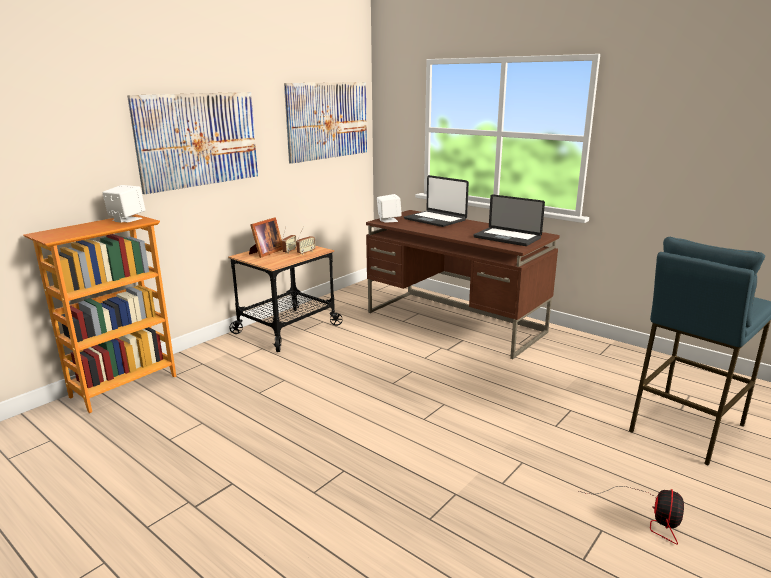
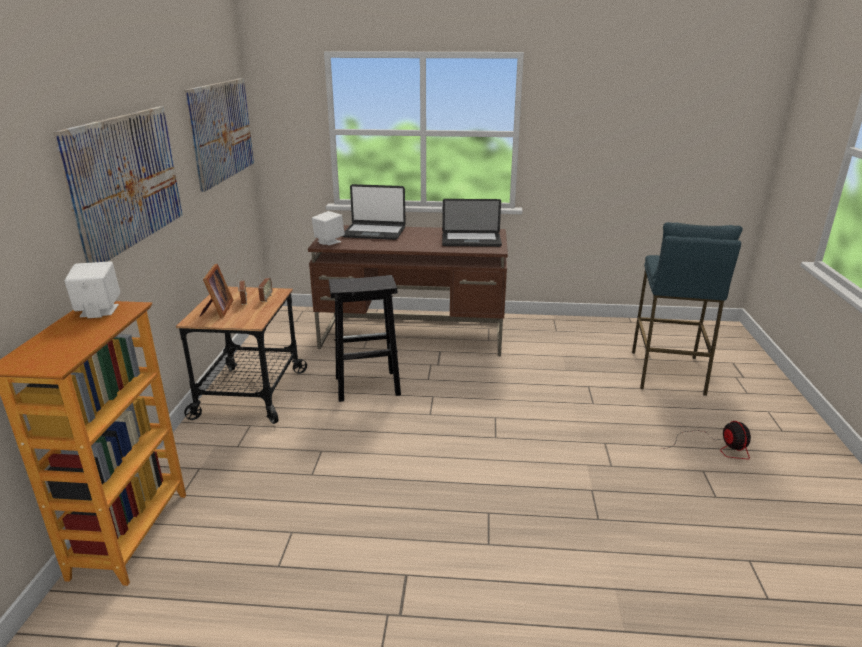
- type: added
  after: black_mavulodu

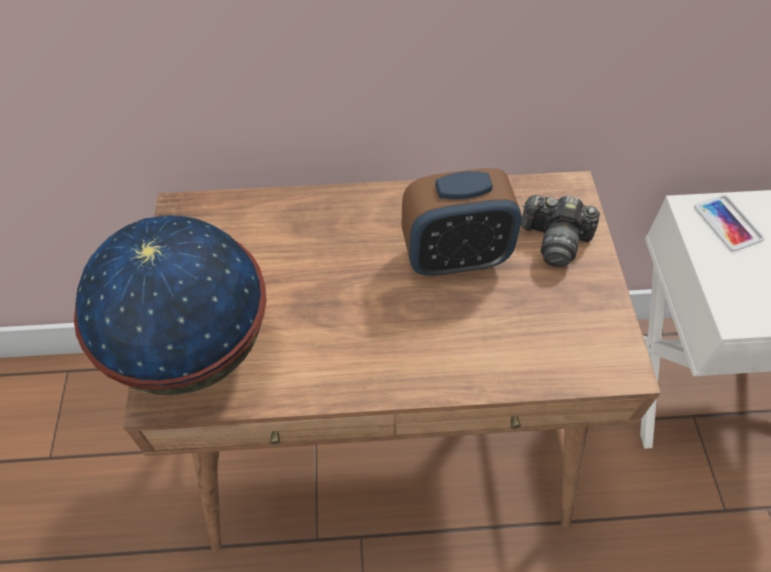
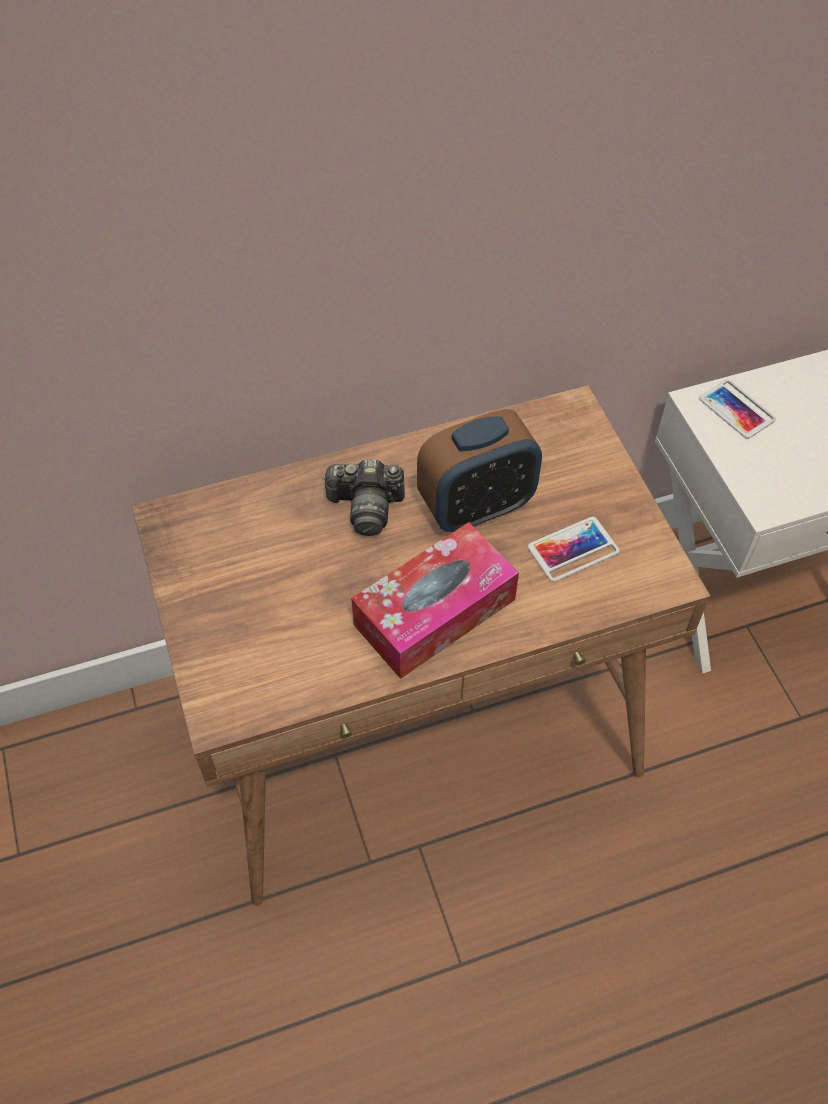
- type: moved
  before: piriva
- type: removed
  before: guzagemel
- type: added
  after: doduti (1st from left)
- type: added
  after: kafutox

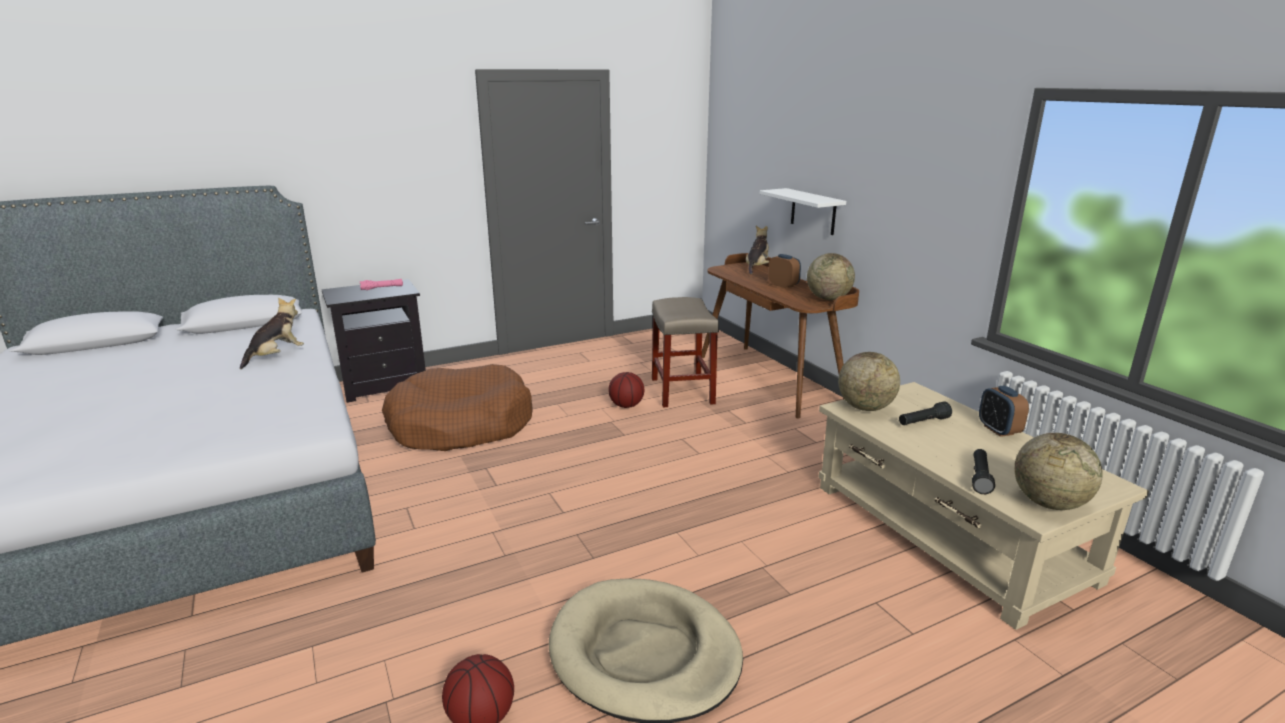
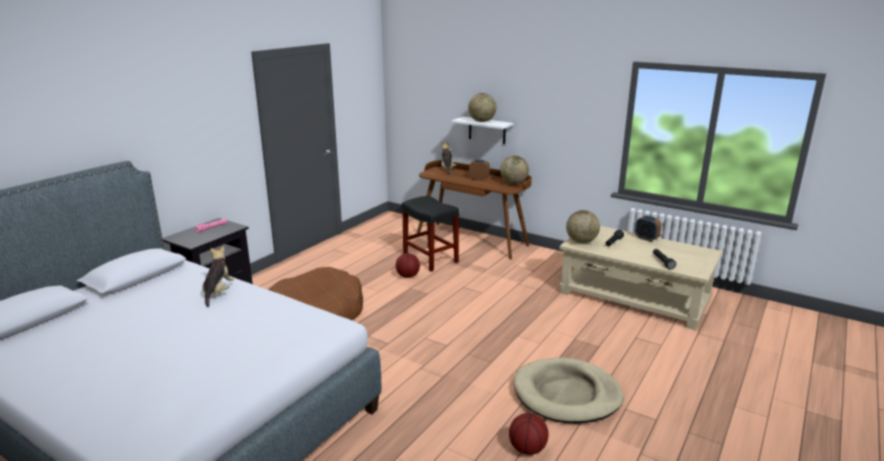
- type: recoloured
  before: beige_mavulodu
  after: black_mavulodu
- type: moved
  before: guzagemel (3rd from left in the first image)
  after: guzagemel (1st from left)

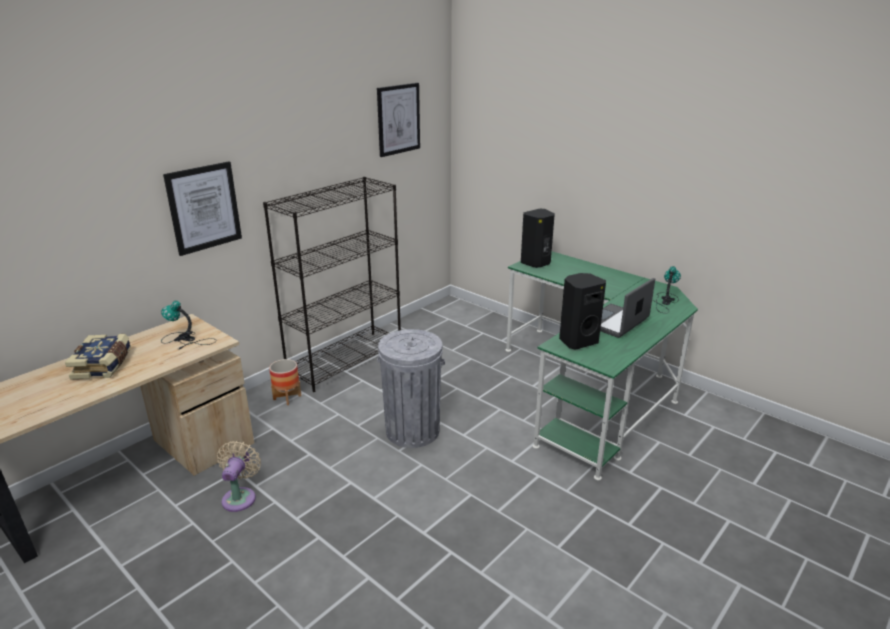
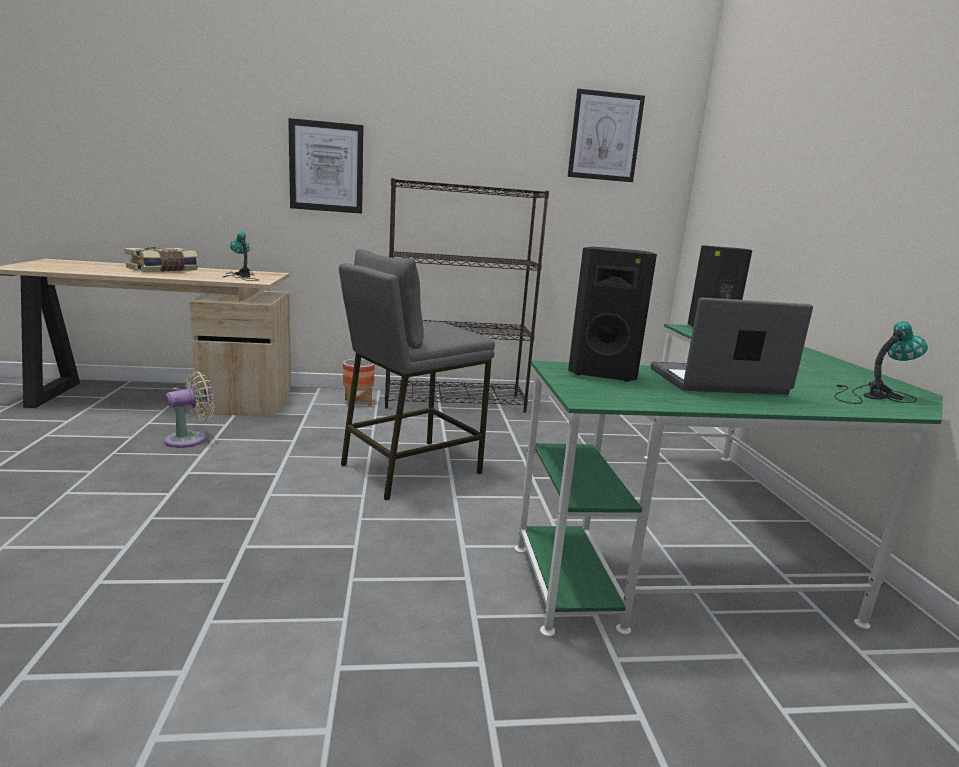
- type: replaced
  before: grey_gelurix
  after: grey_mavulodu

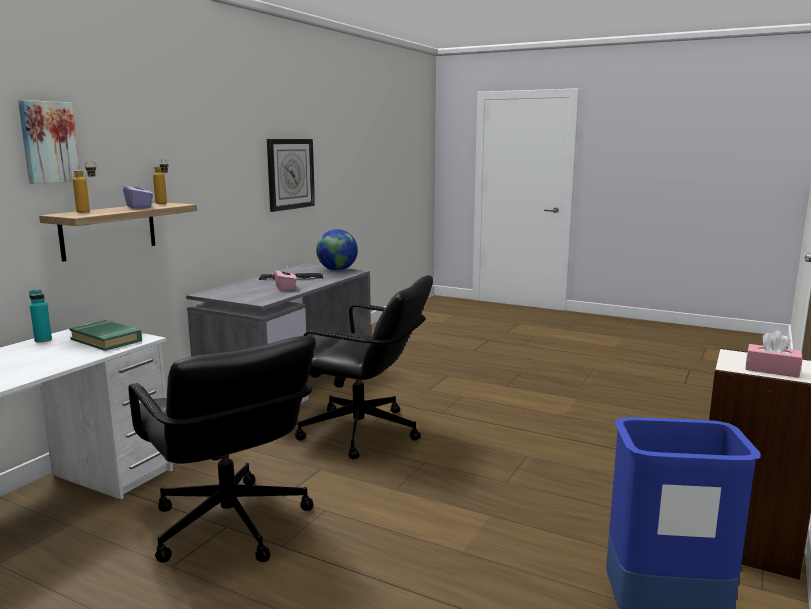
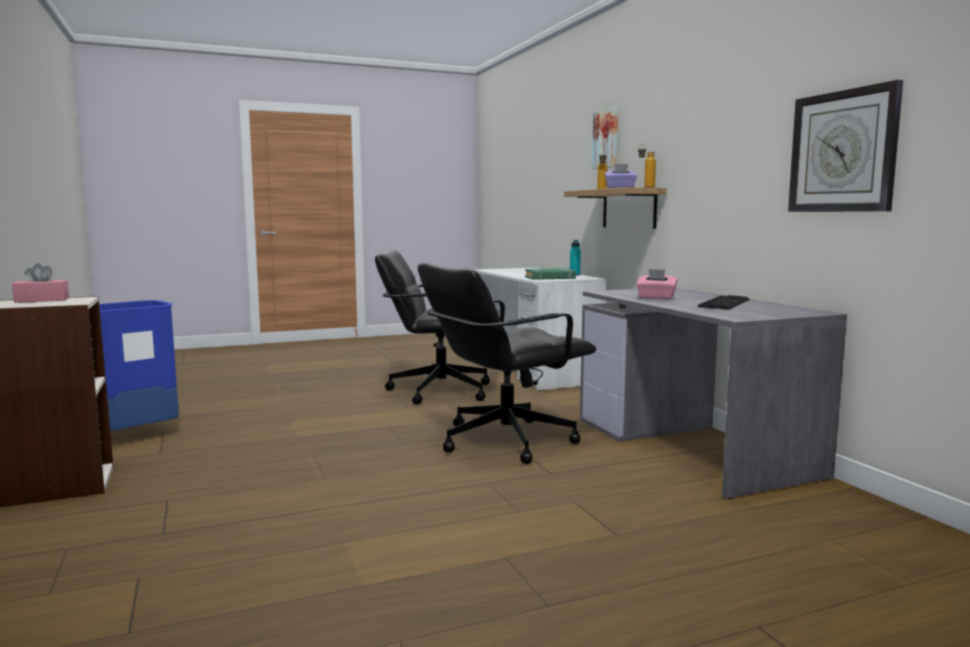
- type: removed
  before: guzagemel

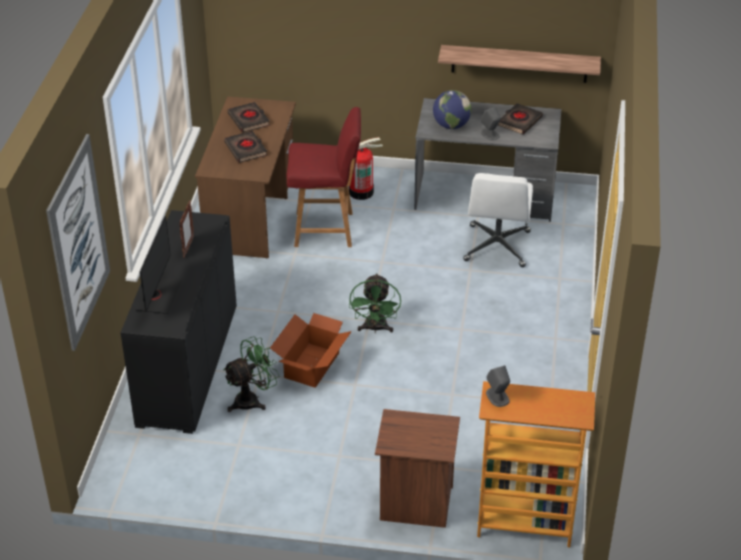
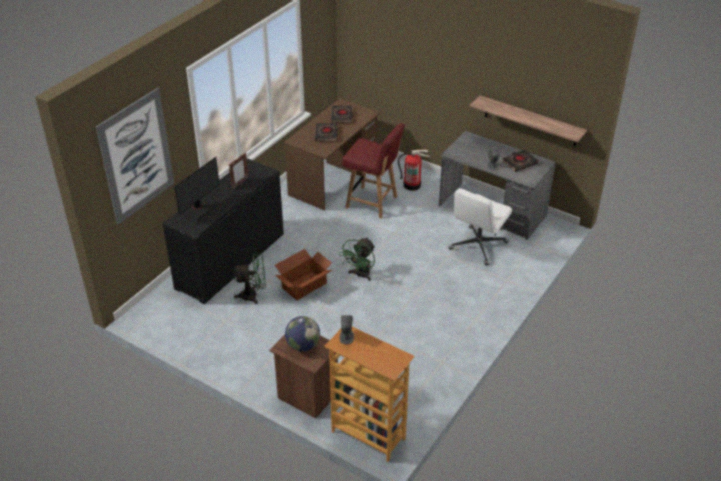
- type: moved
  before: guzagemel

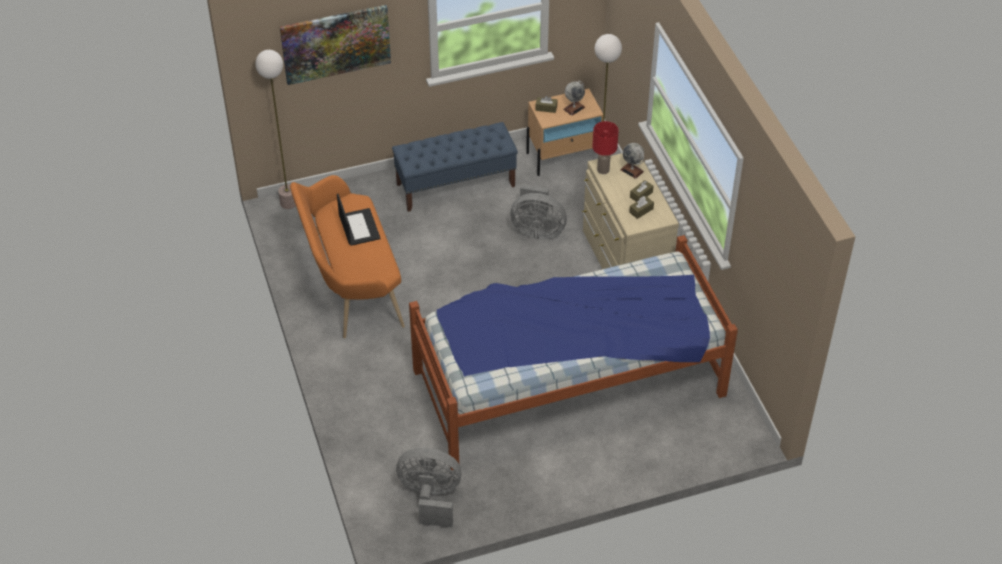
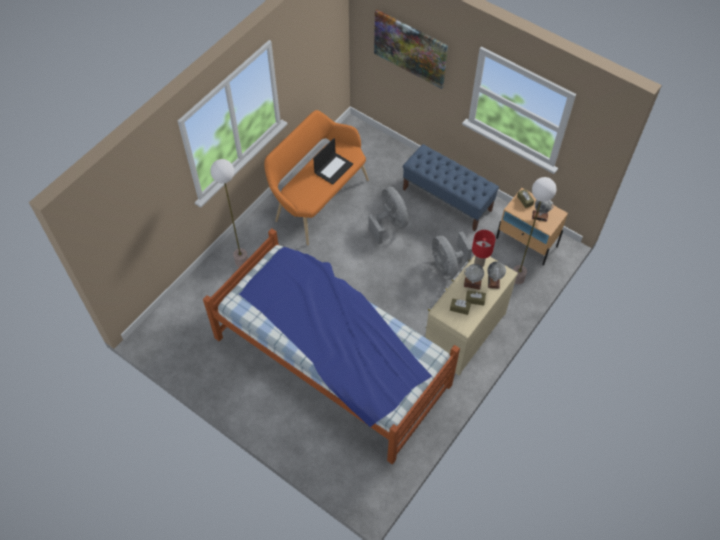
- type: moved
  before: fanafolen (1st from left)
- type: moved
  before: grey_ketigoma (1st from left)
- type: added
  after: guzagemel (1st from left)

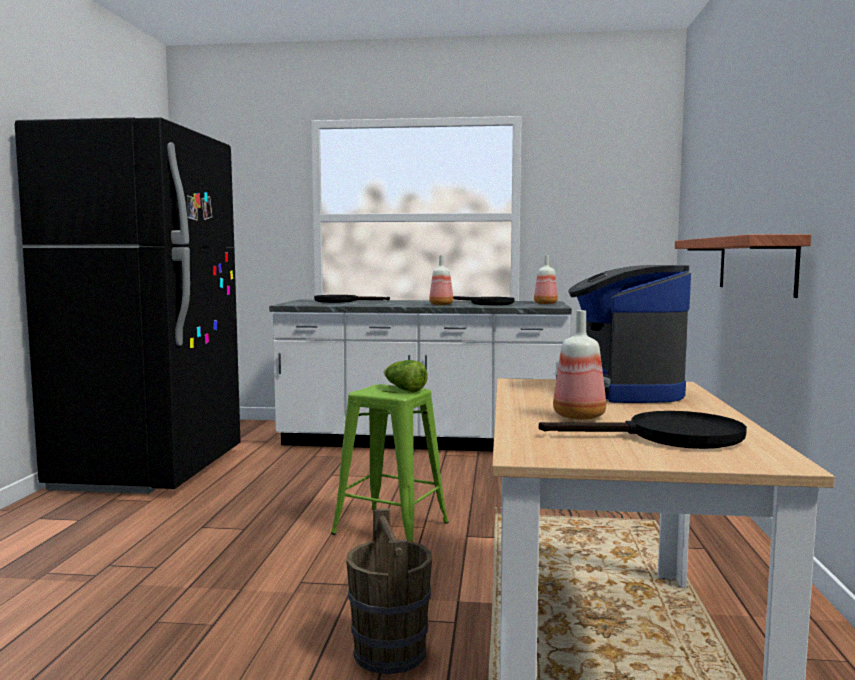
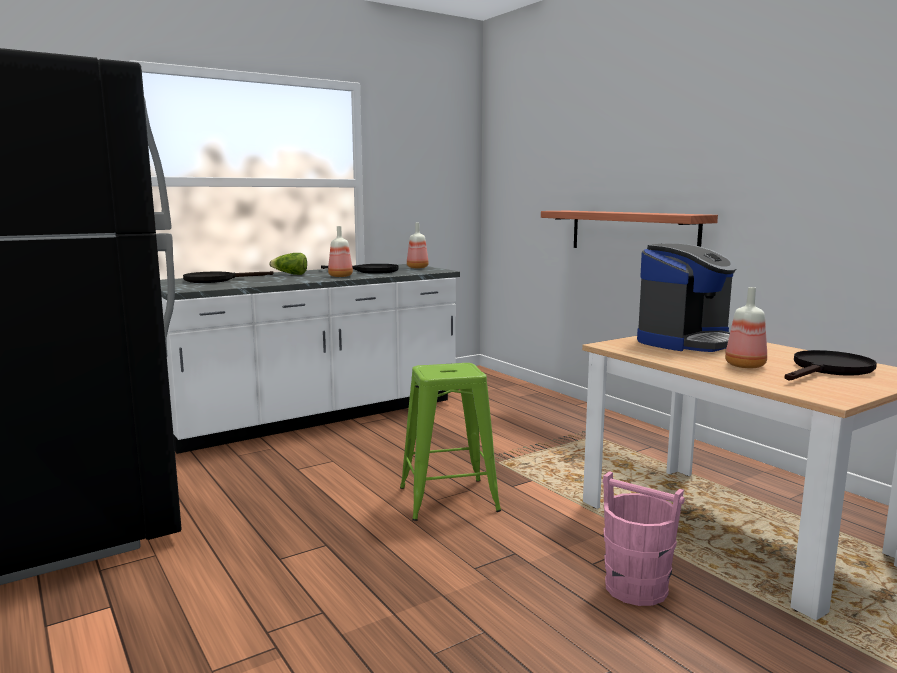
- type: turned
  before: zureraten
  turn: -90
- type: moved
  before: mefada
- type: recoloured
  before: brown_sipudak
  after: pink_sipudak

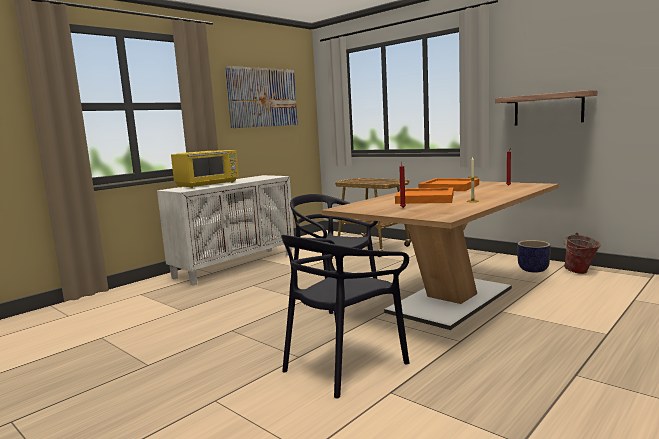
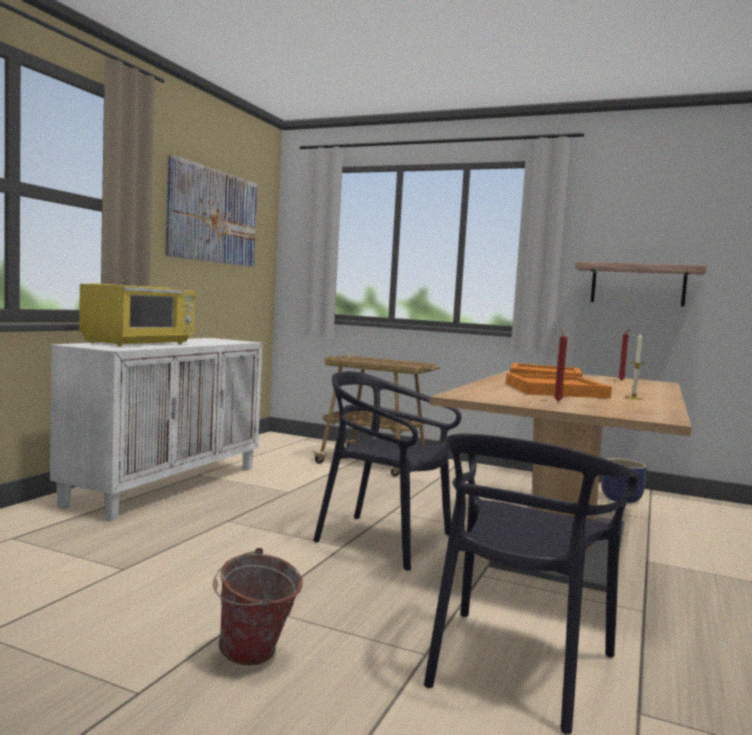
- type: moved
  before: sipudak

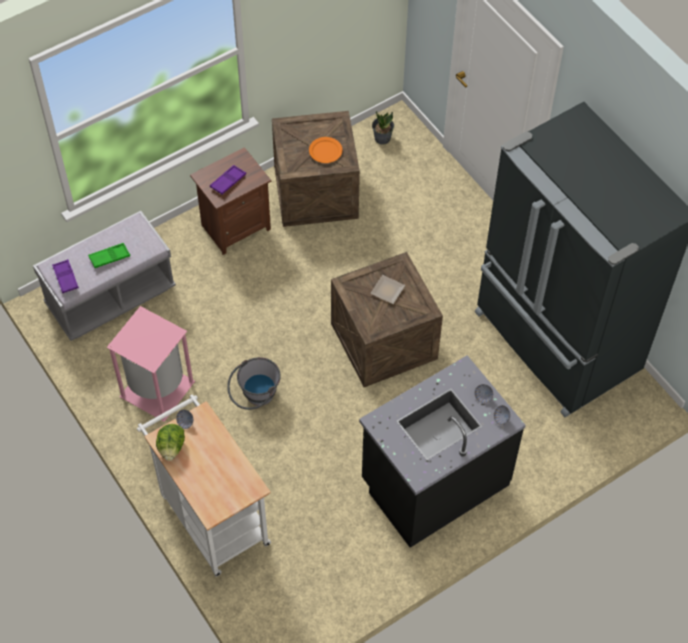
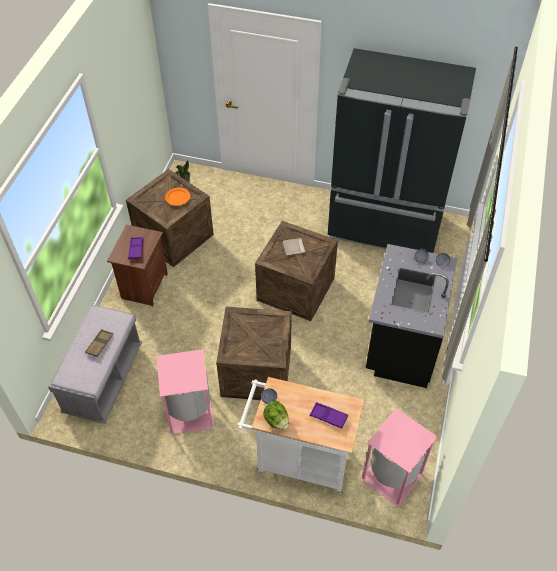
- type: recoloured
  before: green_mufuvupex
  after: brown_mufuvupex
- type: moved
  before: purple_mufuvupex (1st from left in the first image)
  after: purple_mufuvupex (2nd from left)
- type: replaced
  before: grey_sipudak
  after: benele (2nd from left)
- type: added
  after: pink_gelurix (2nd from left)

